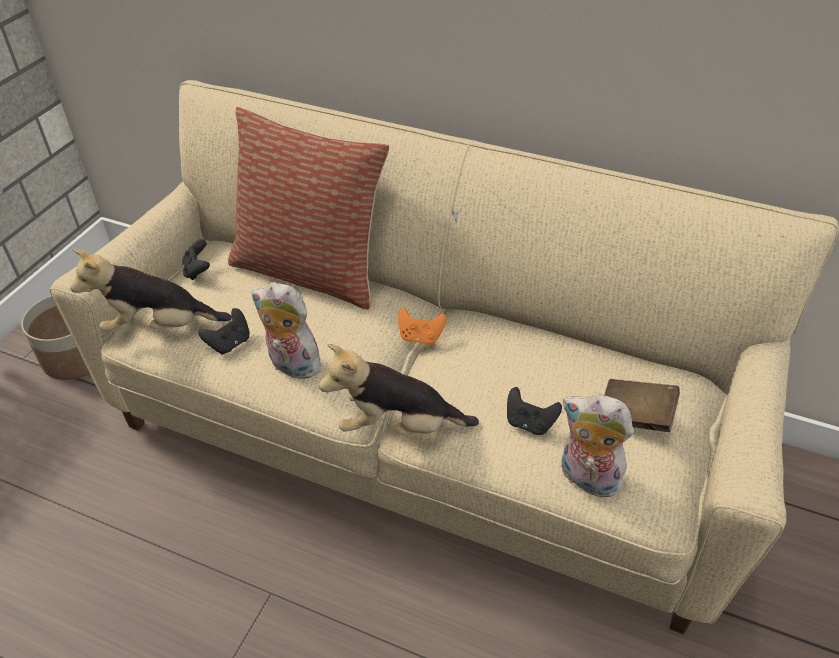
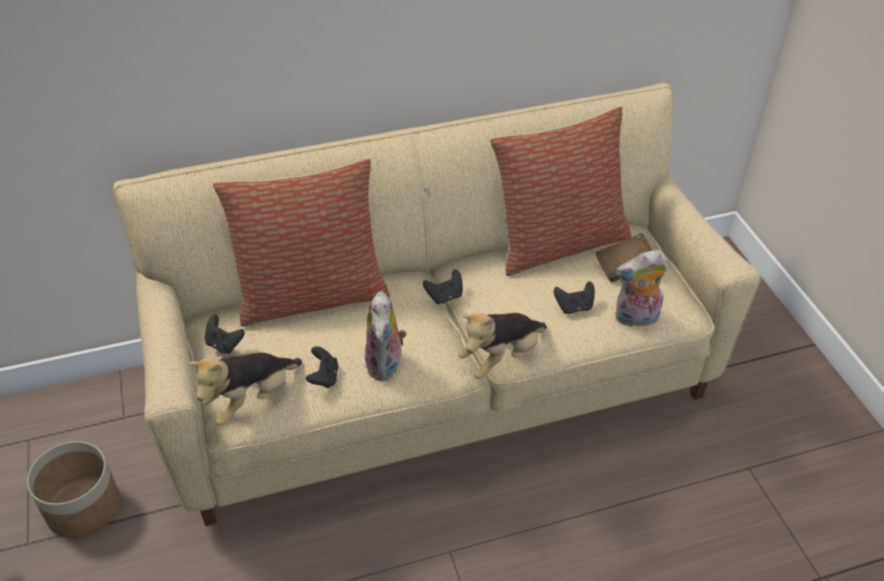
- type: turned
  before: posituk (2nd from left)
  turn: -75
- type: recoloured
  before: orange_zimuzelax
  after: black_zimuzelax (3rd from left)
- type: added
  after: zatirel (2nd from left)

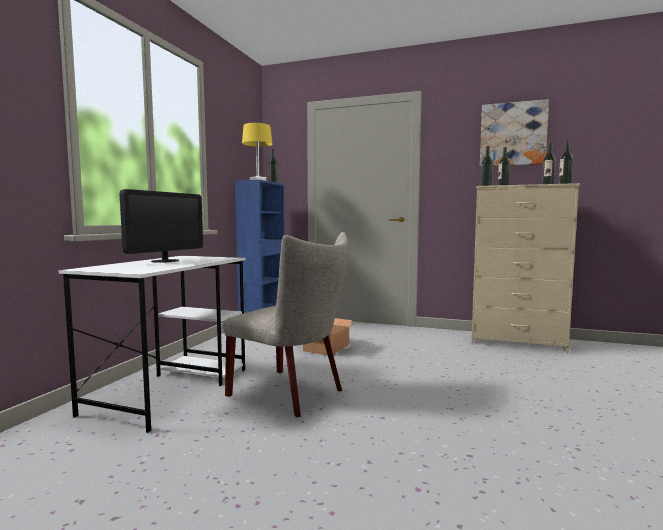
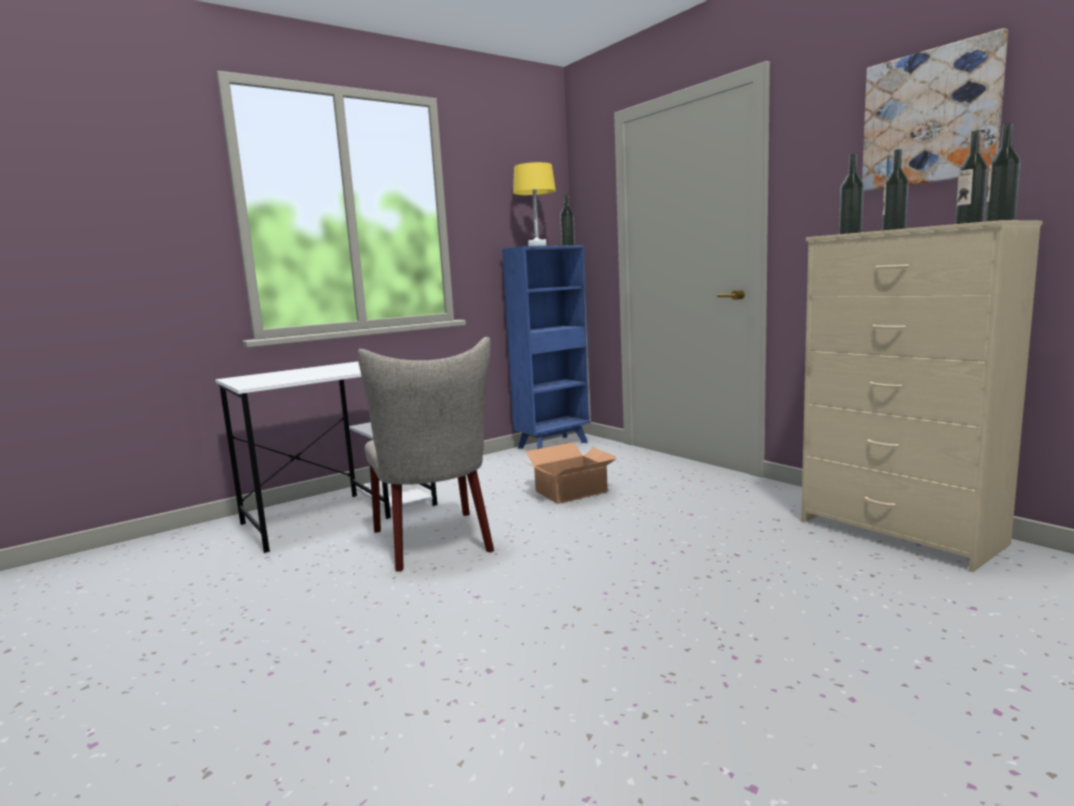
- type: removed
  before: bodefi

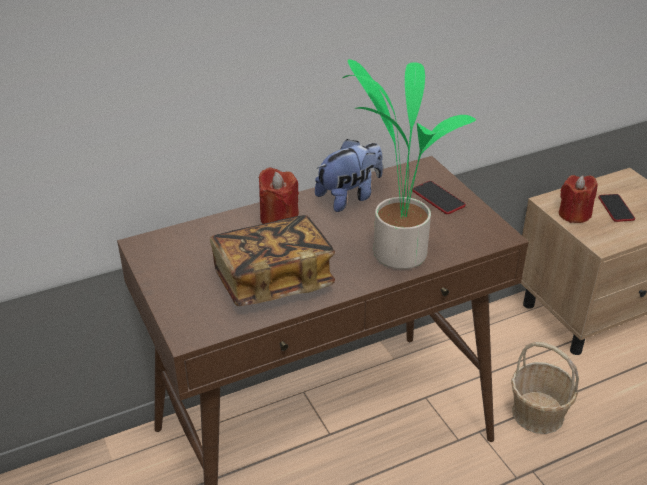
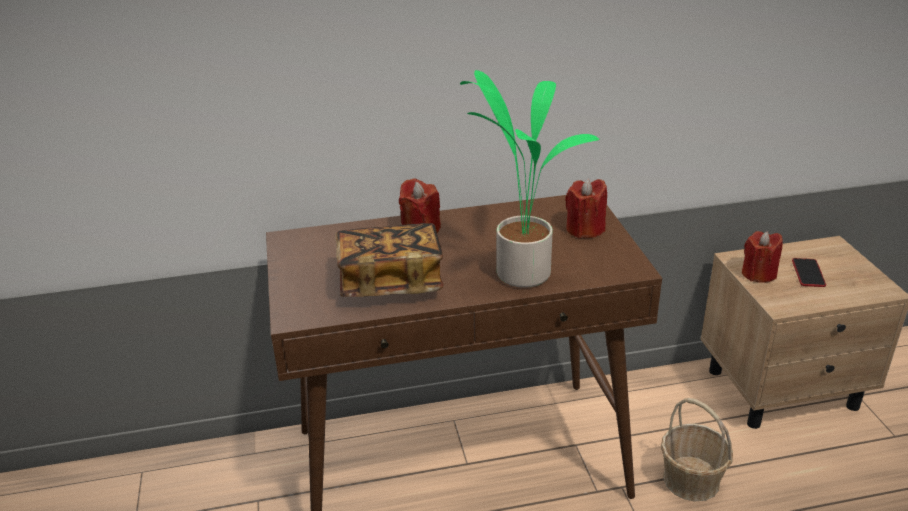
- type: removed
  before: posituk
- type: replaced
  before: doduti (1st from left)
  after: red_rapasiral (2nd from left)

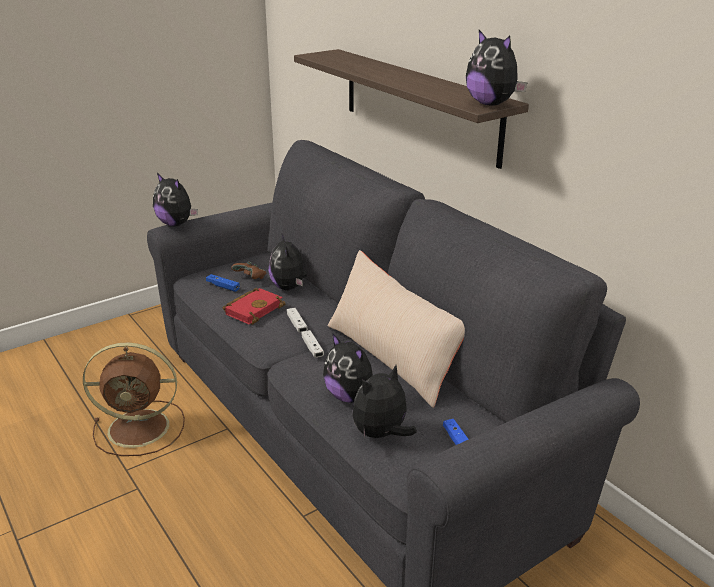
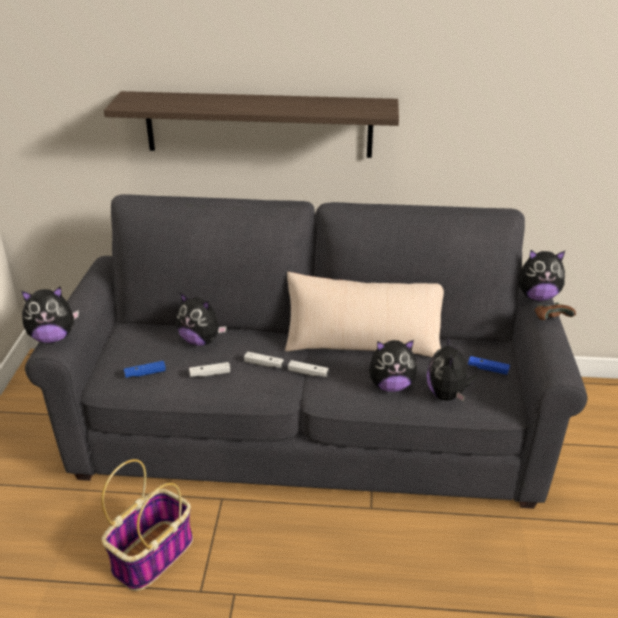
- type: moved
  before: posituk (5th from left)
- type: moved
  before: brown_zimuzelax
- type: replaced
  before: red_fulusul
  after: white_zimuzelax (1st from left)
- type: replaced
  before: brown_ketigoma
  after: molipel

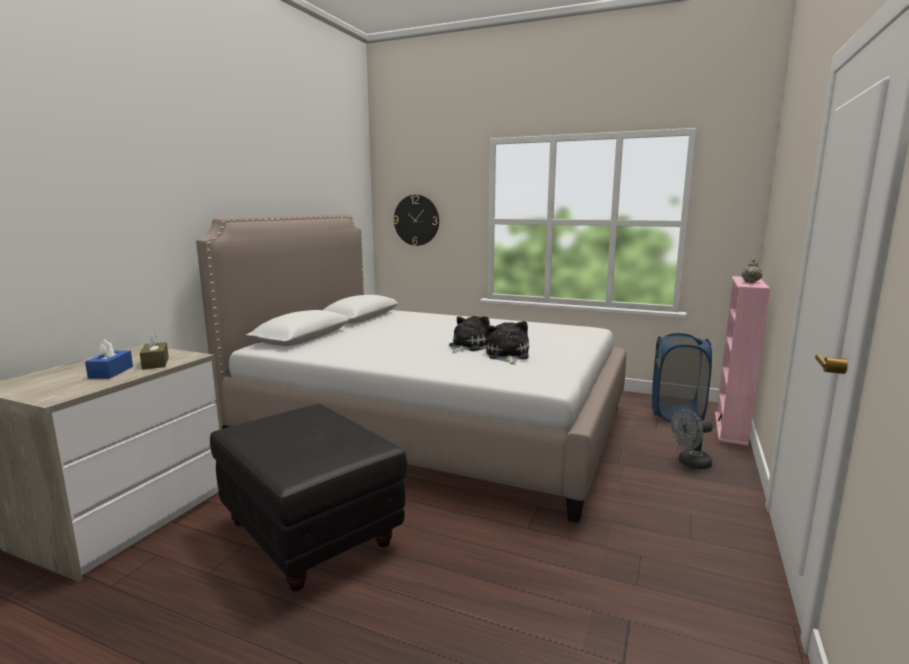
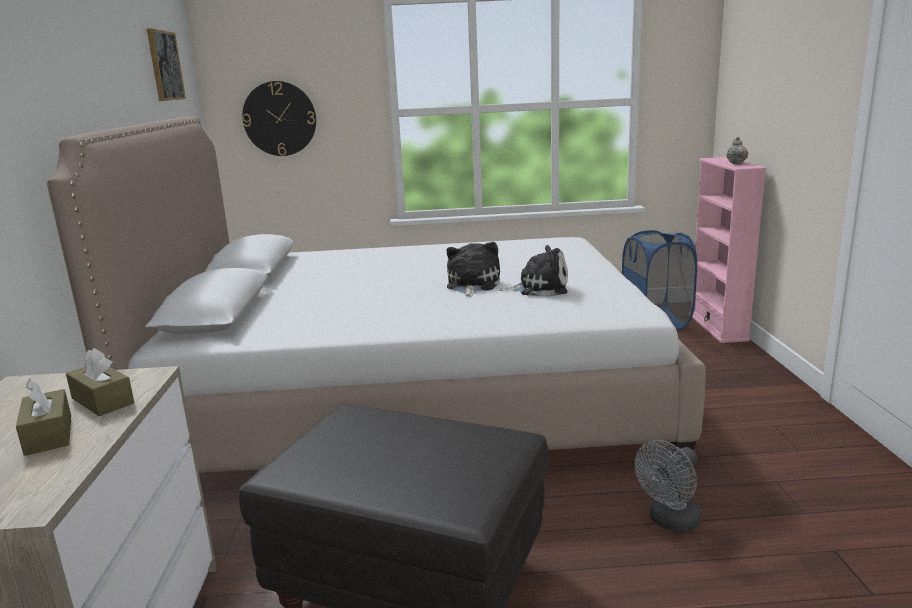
- type: turned
  before: posituk (2nd from left)
  turn: 120
- type: recoloured
  before: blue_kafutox
  after: brown_kafutox (1st from left)
- type: moved
  before: grey_ketigoma
- type: added
  after: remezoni

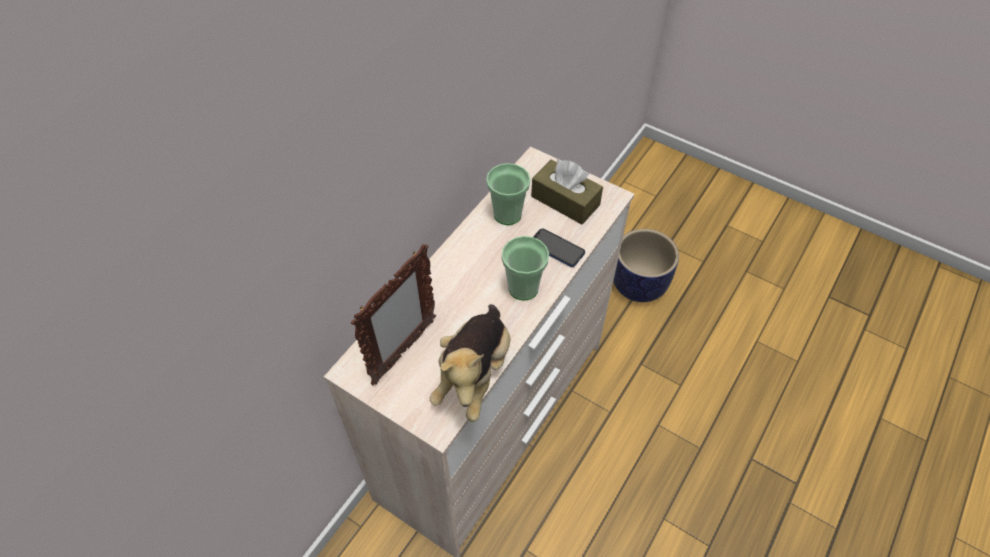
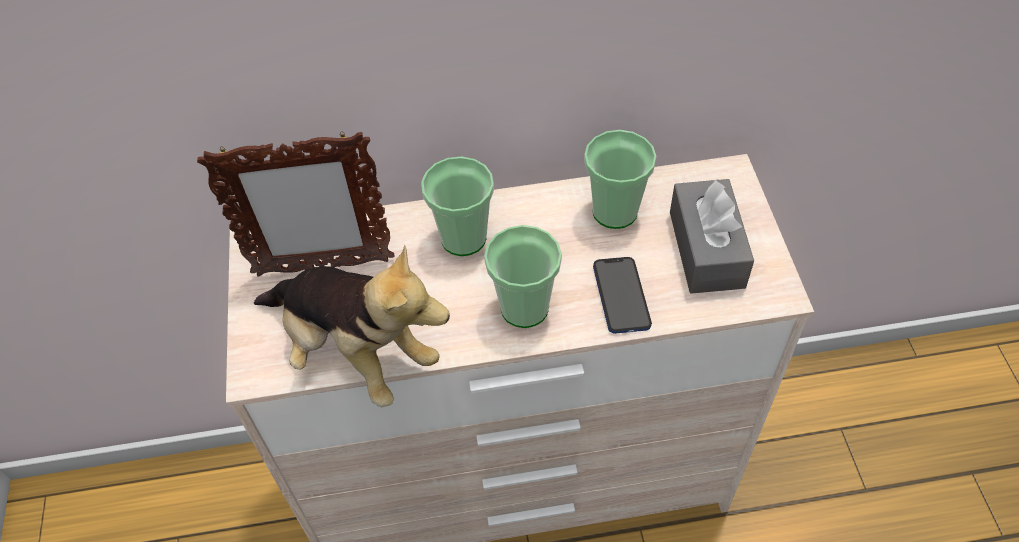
- type: recoloured
  before: brown_kafutox
  after: grey_kafutox
- type: removed
  before: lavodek
- type: turned
  before: posituk
  turn: -120
- type: added
  after: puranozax (1st from left)

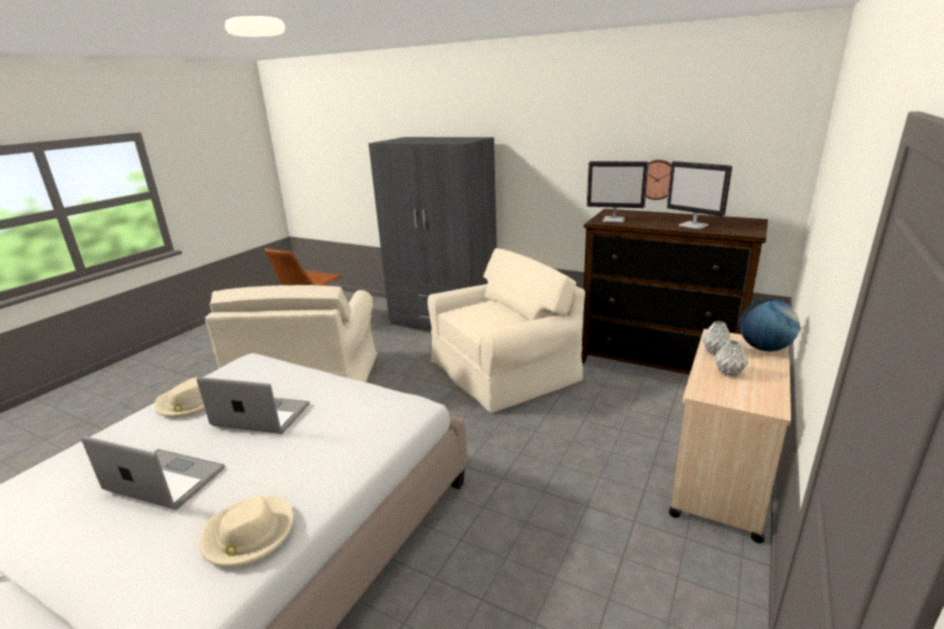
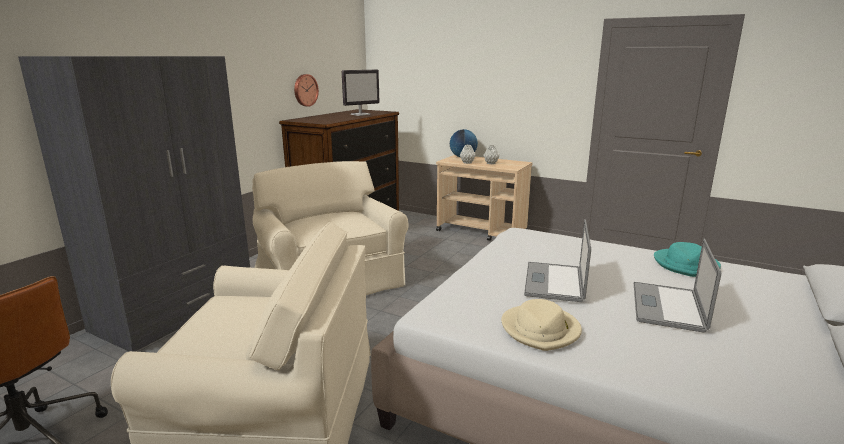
- type: removed
  before: bodefi (1st from left)
- type: recoloured
  before: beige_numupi (2nd from left)
  after: turquoise_numupi

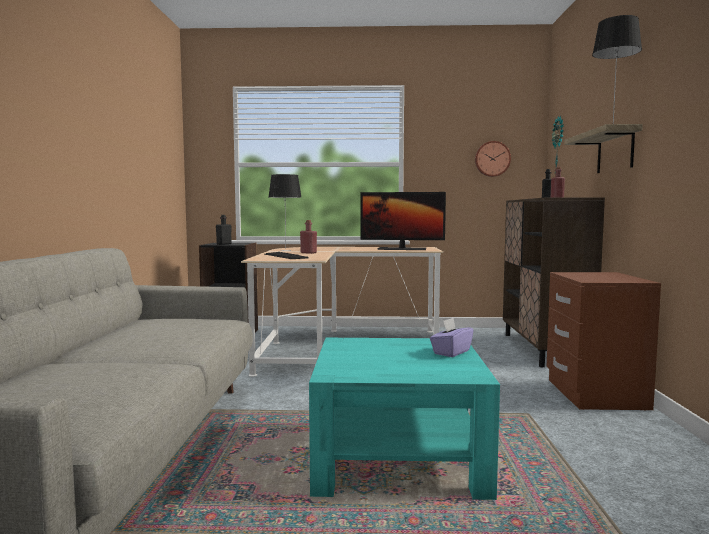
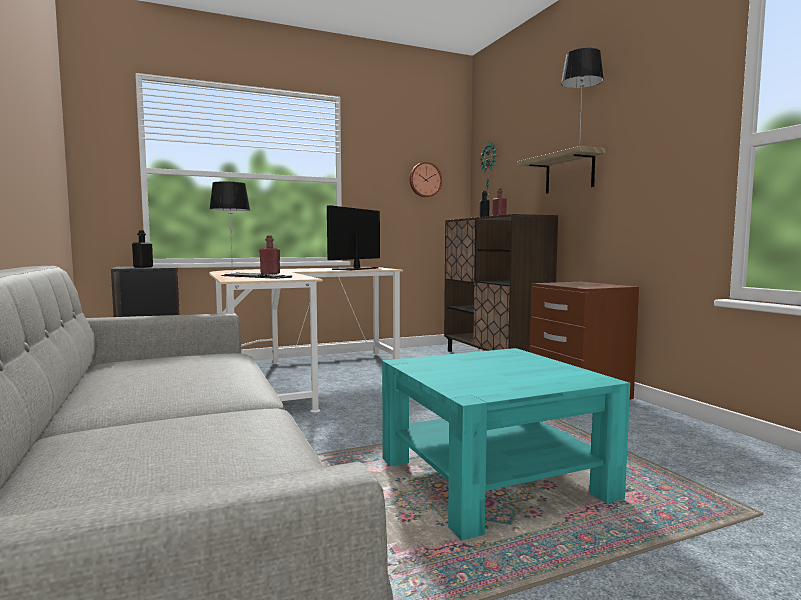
- type: turned
  before: bodefi
  turn: 135
- type: removed
  before: purple_kafutox

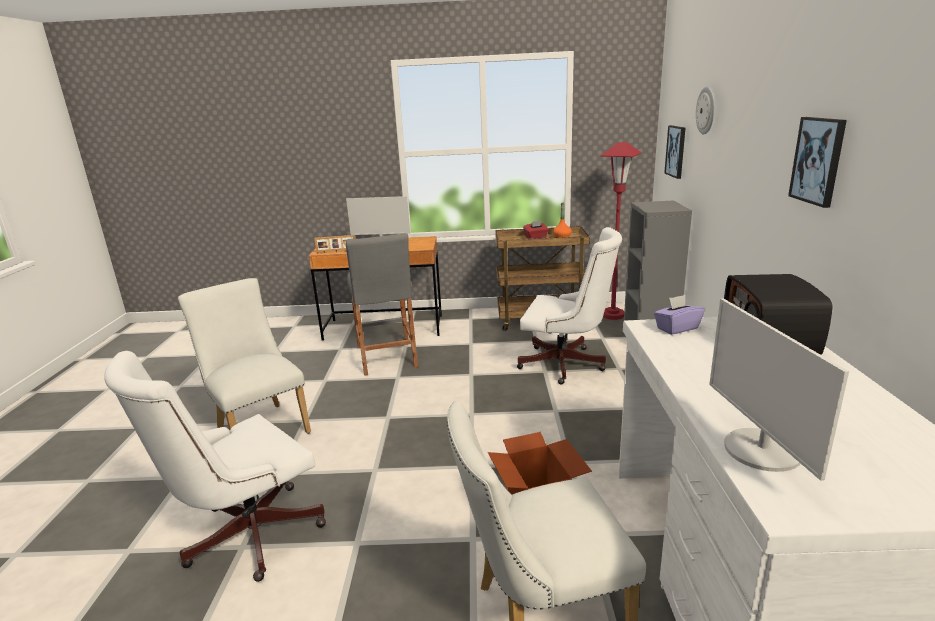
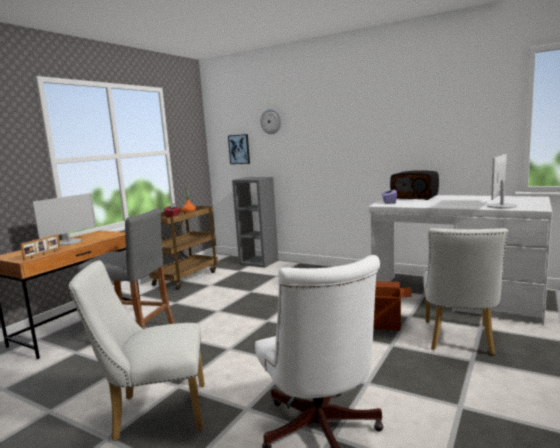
- type: removed
  before: remezoni (2nd from left)
- type: removed
  before: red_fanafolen
- type: removed
  before: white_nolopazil (2nd from left)
- type: turned
  before: bodefi (2nd from left)
  turn: 105

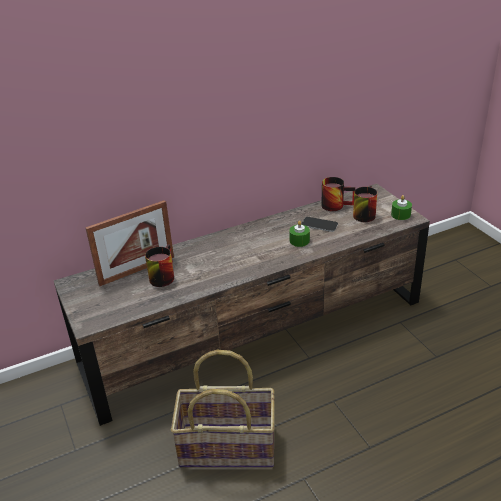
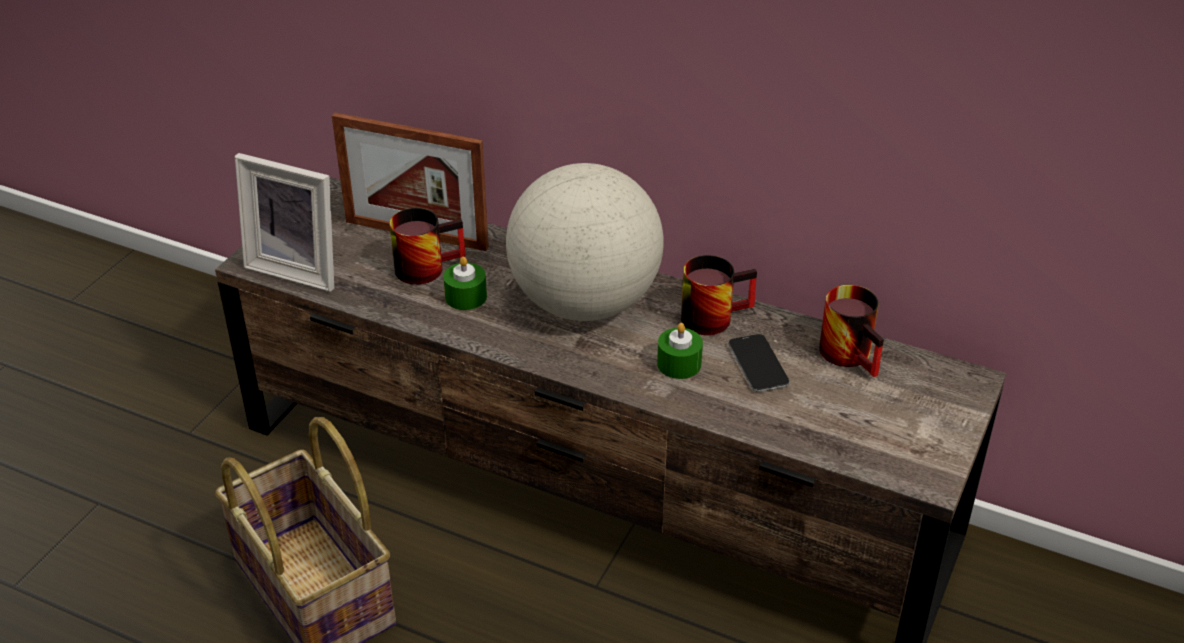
- type: moved
  before: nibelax (3rd from left in the first image)
  after: nibelax (2nd from left)
- type: moved
  before: green_rapasiral (2nd from left in the first image)
  after: green_rapasiral (1st from left)
- type: added
  after: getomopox (1st from left)
- type: added
  after: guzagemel

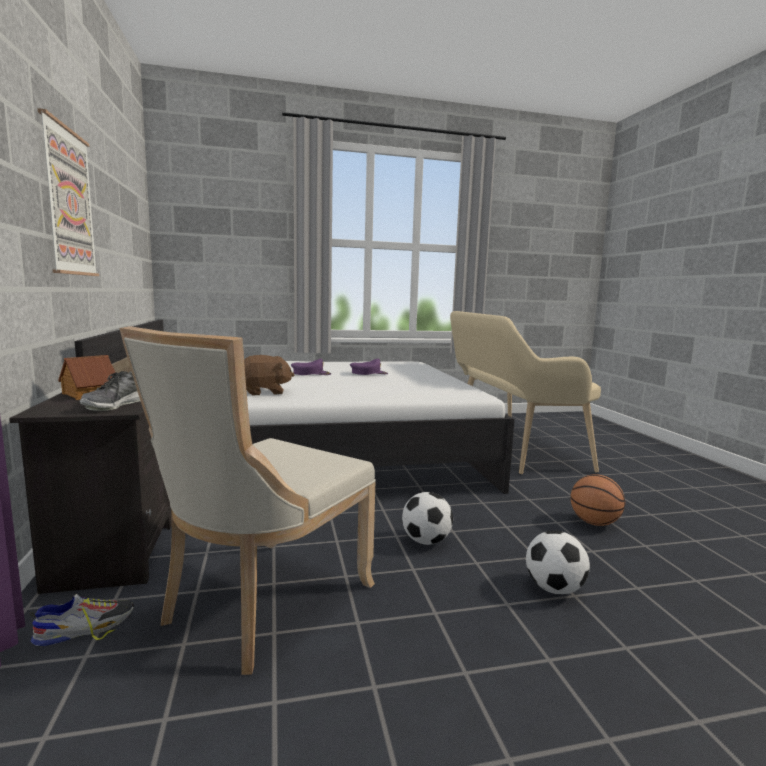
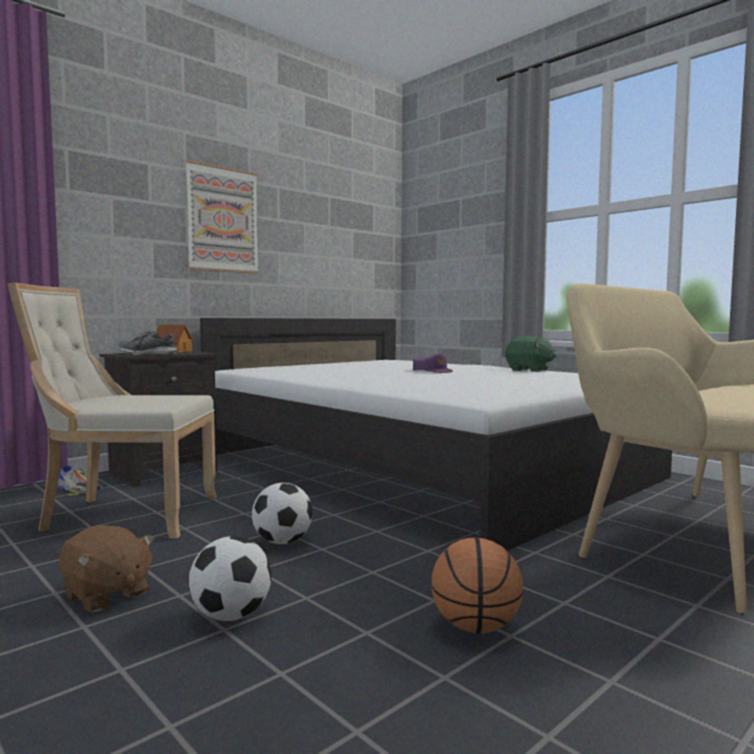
- type: moved
  before: brown_posituk
- type: removed
  before: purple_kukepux (2nd from left)
- type: added
  after: green_posituk

